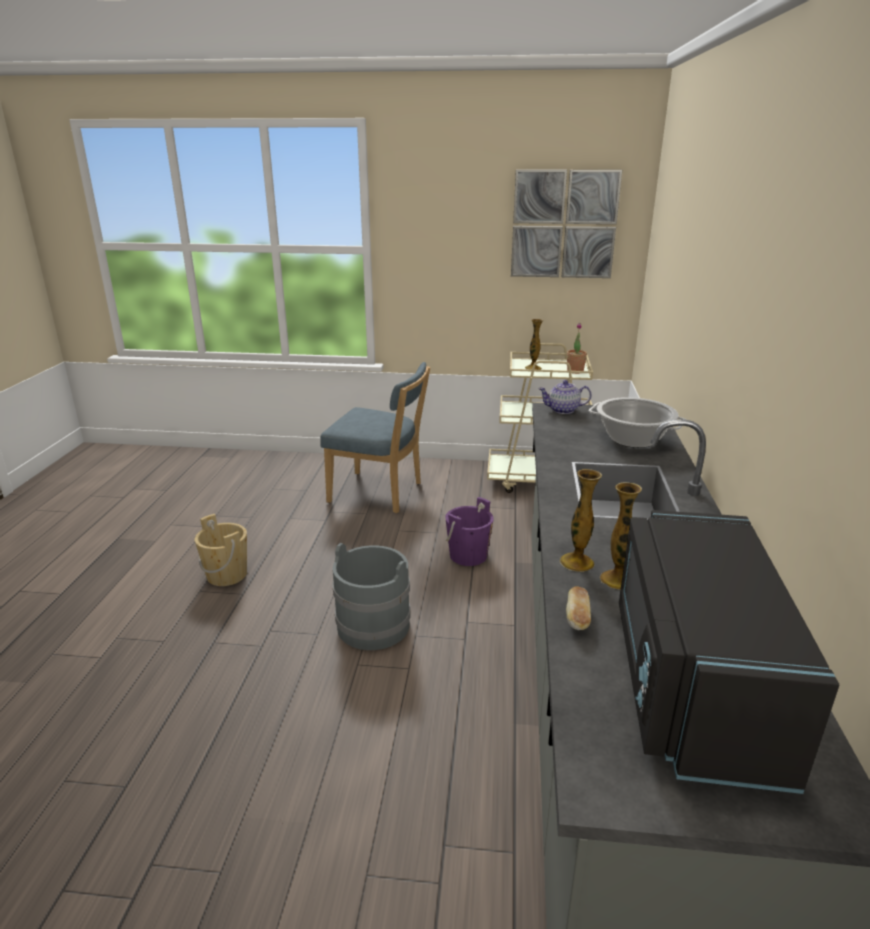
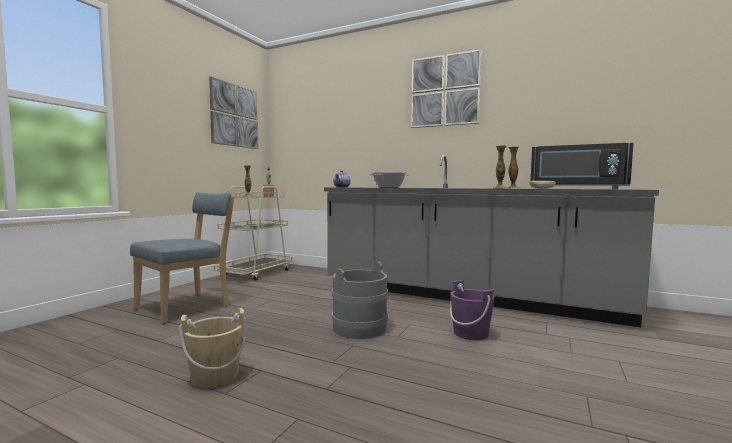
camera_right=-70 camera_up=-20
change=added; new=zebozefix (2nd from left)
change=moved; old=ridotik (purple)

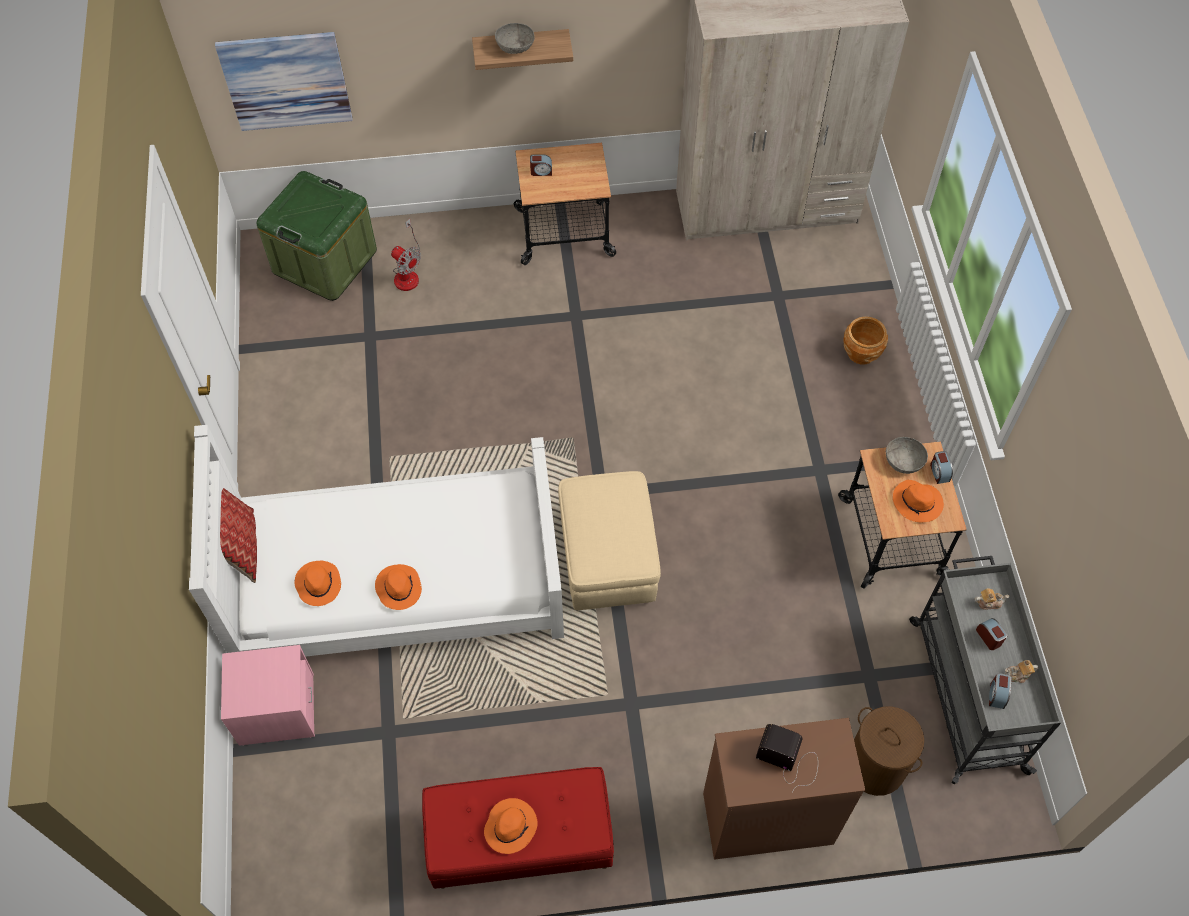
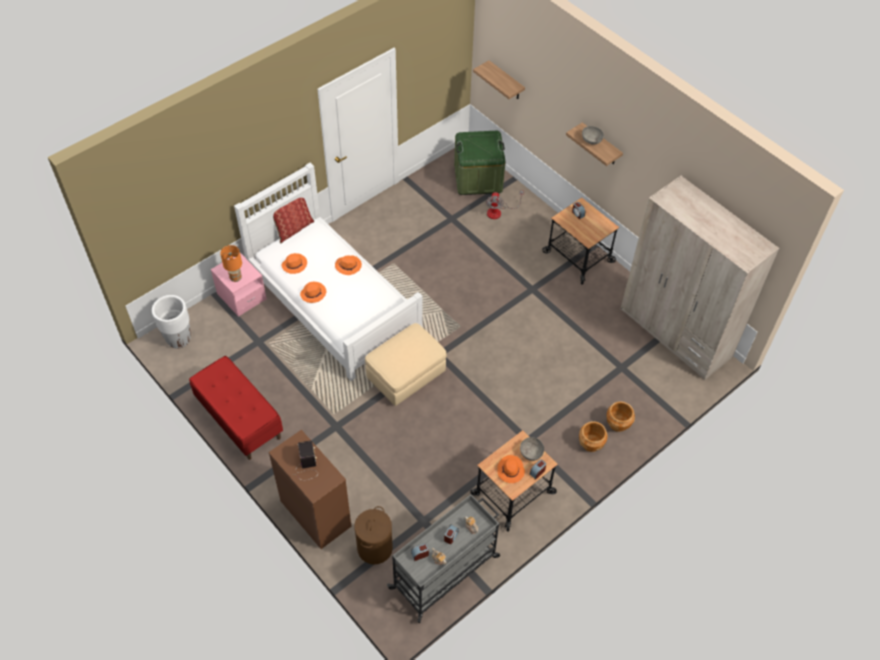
camera_right=55 camera_up=-5
change=added; new=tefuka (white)
change=added; new=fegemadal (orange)
change=moved; old=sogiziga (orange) (3rd from left)
change=replaced; old=zebozefix; new=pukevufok (1st from left)
change=added; new=tefuka (brown) (1st from left)

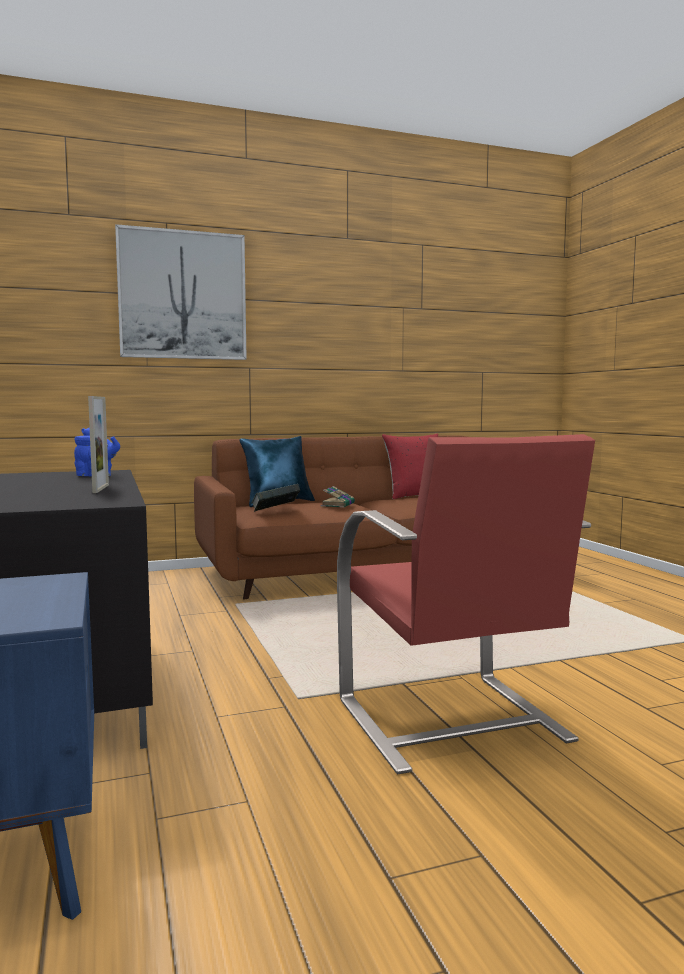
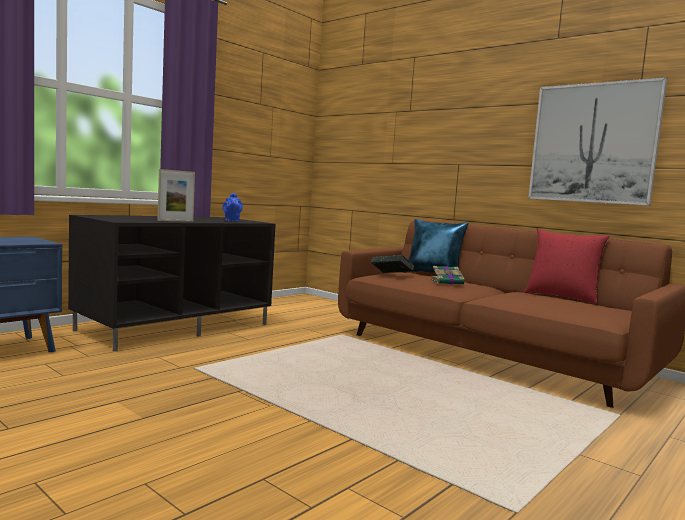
camera_right=60 camera_up=0
change=moved; old=zebozefix
change=removed; old=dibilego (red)

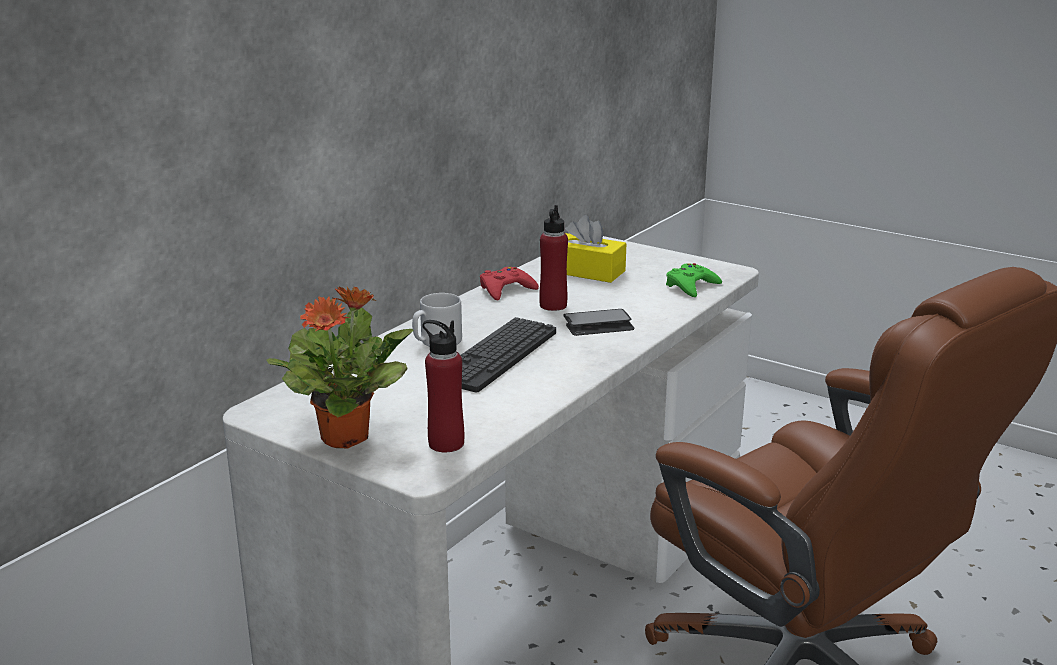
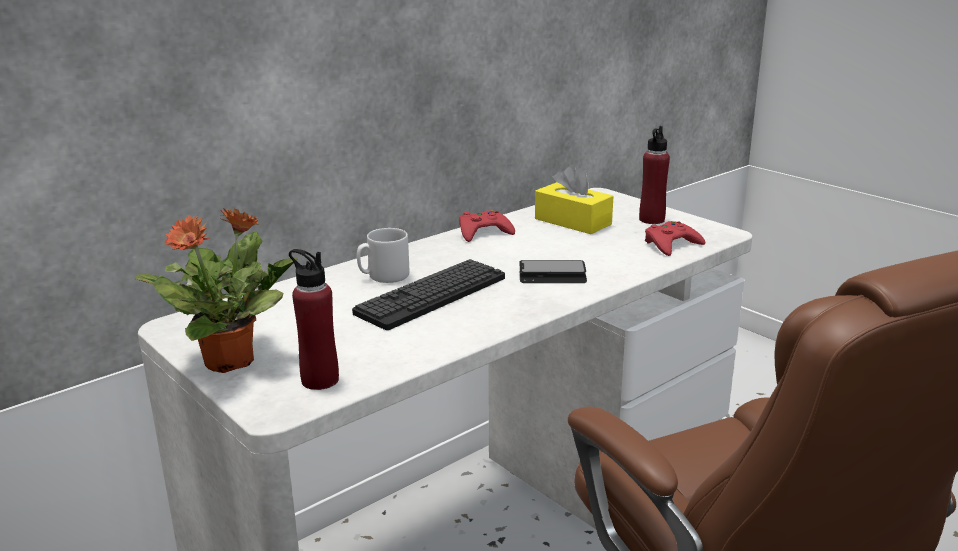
camera_right=15 camera_up=0
change=moved; old=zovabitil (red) (2nd from left)
change=recoloured; old=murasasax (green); new=murasasax (red) (2nd from left)

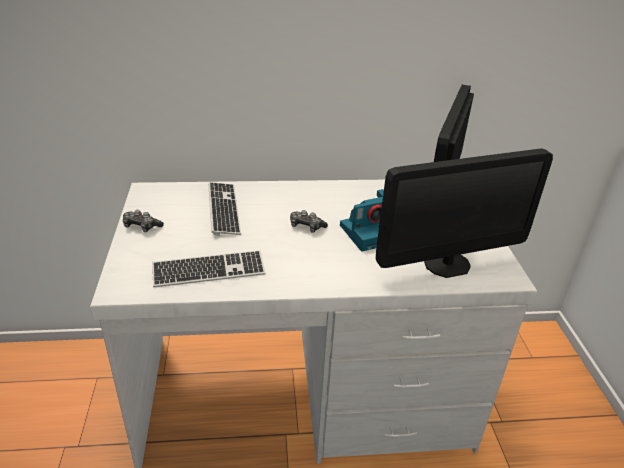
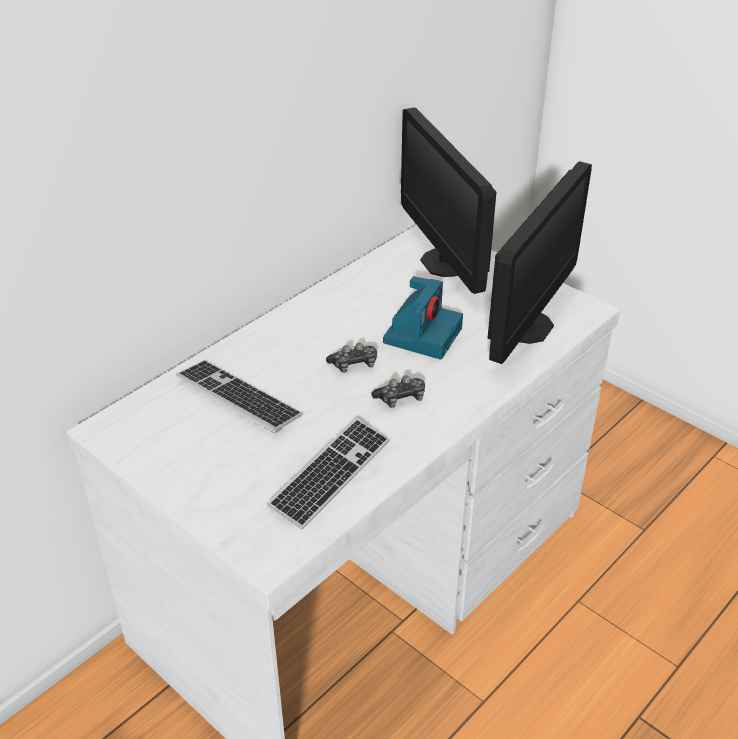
camera_right=-40 camera_up=5
change=moved; old=murasasax (1st from left in the first image); new=murasasax (2nd from left)

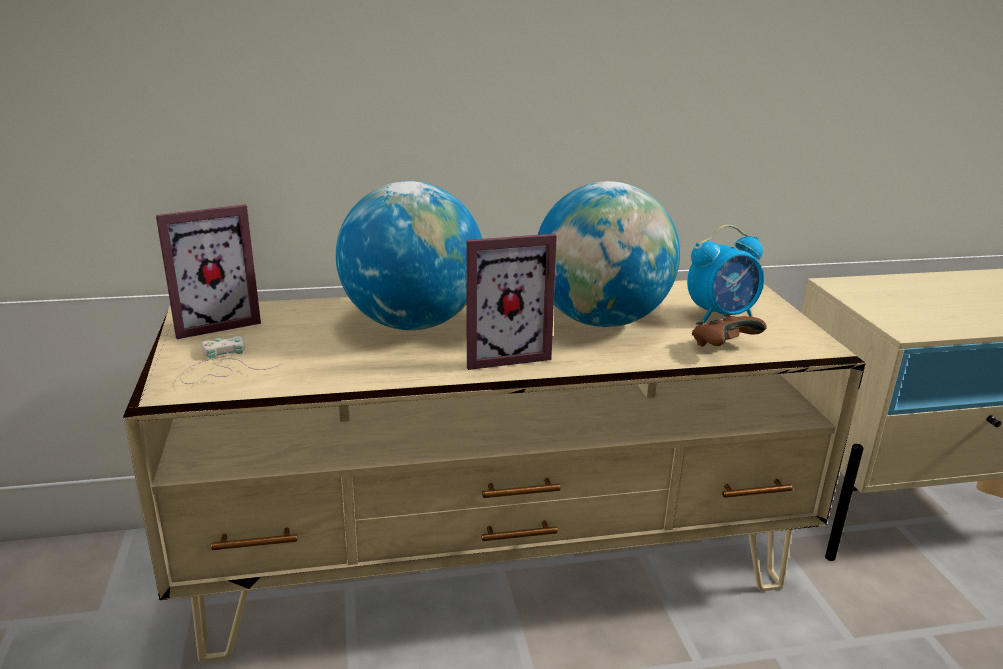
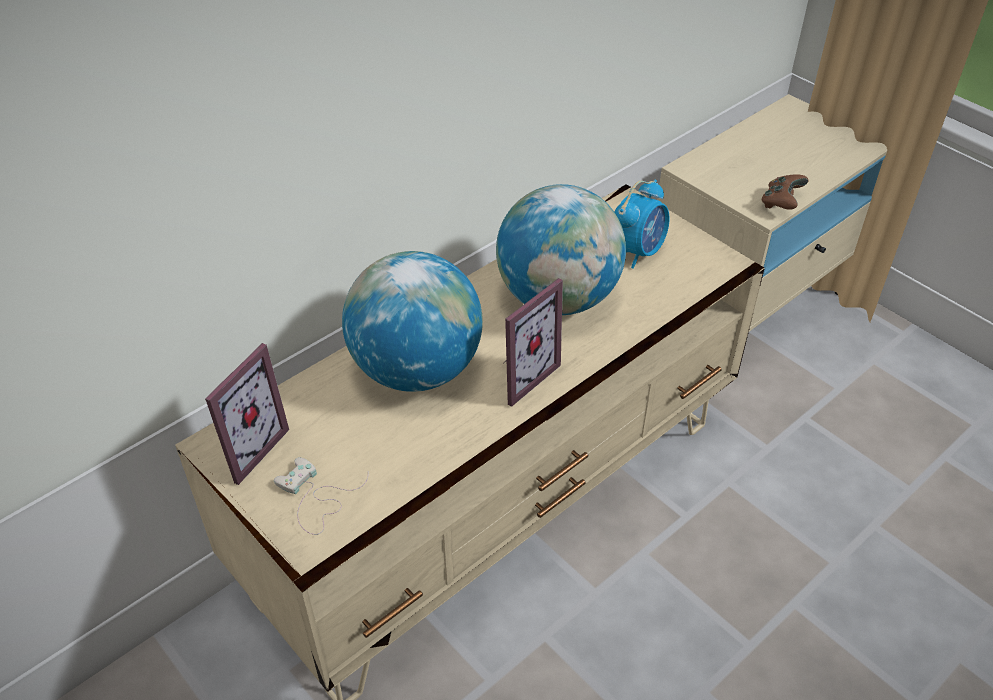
camera_right=-30 camera_up=20
change=moved; old=murasasax (brown)

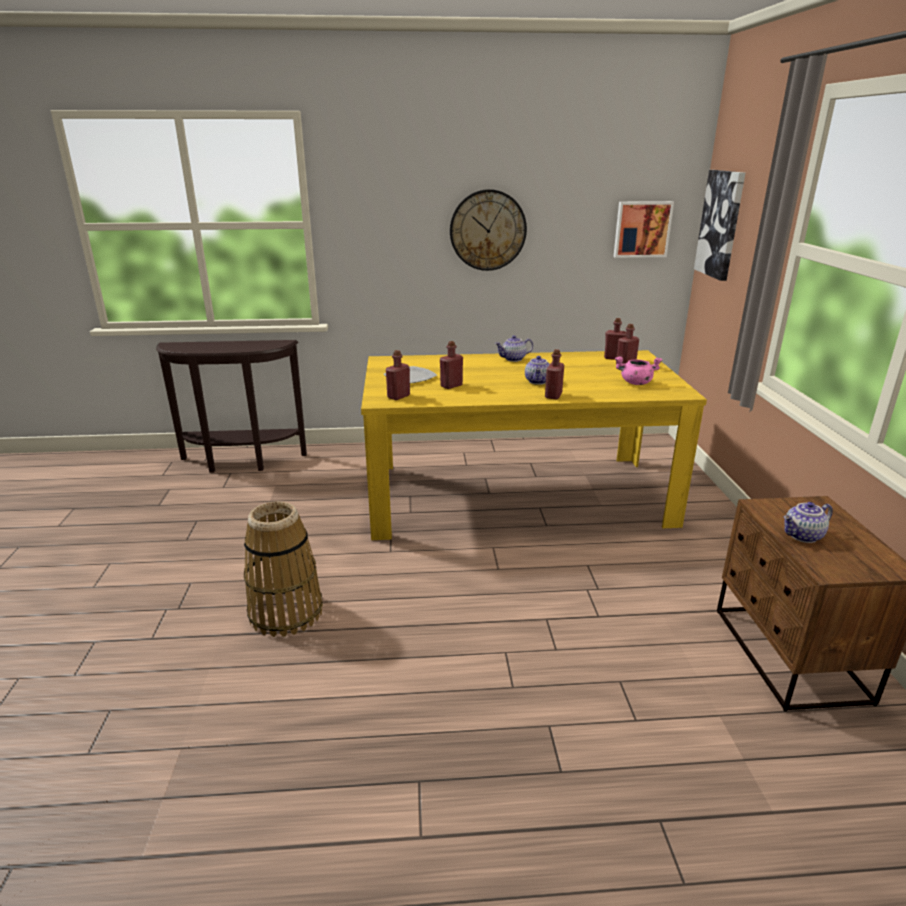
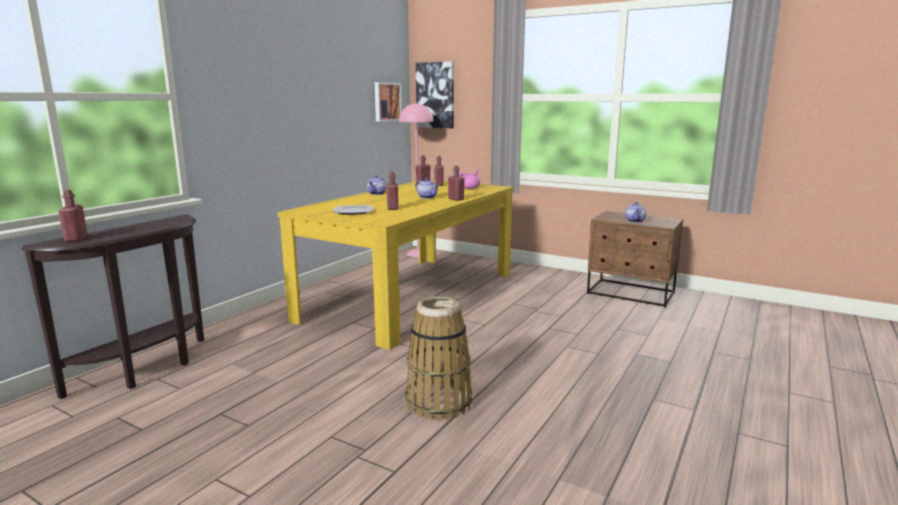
camera_right=-55 camera_up=-10
change=moved; old=zovabitil (red) (1st from left)
change=added; new=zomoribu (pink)
change=removed; old=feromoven

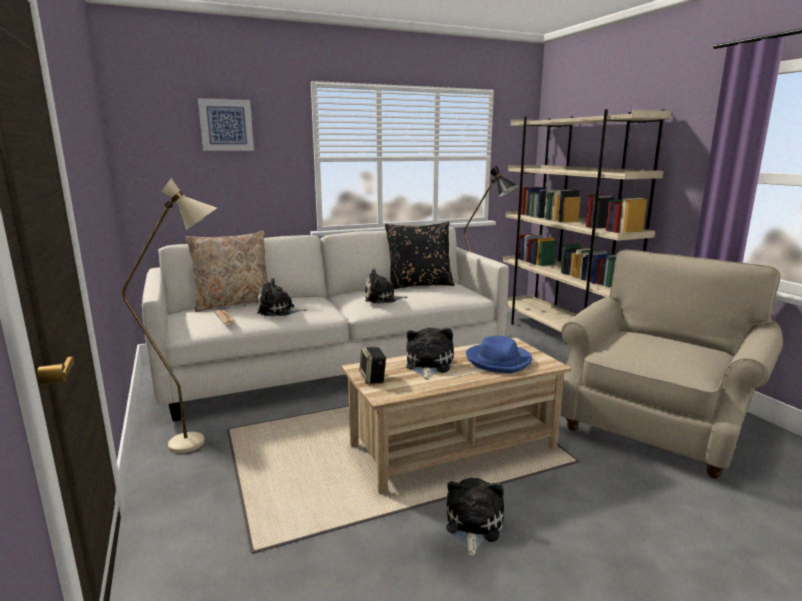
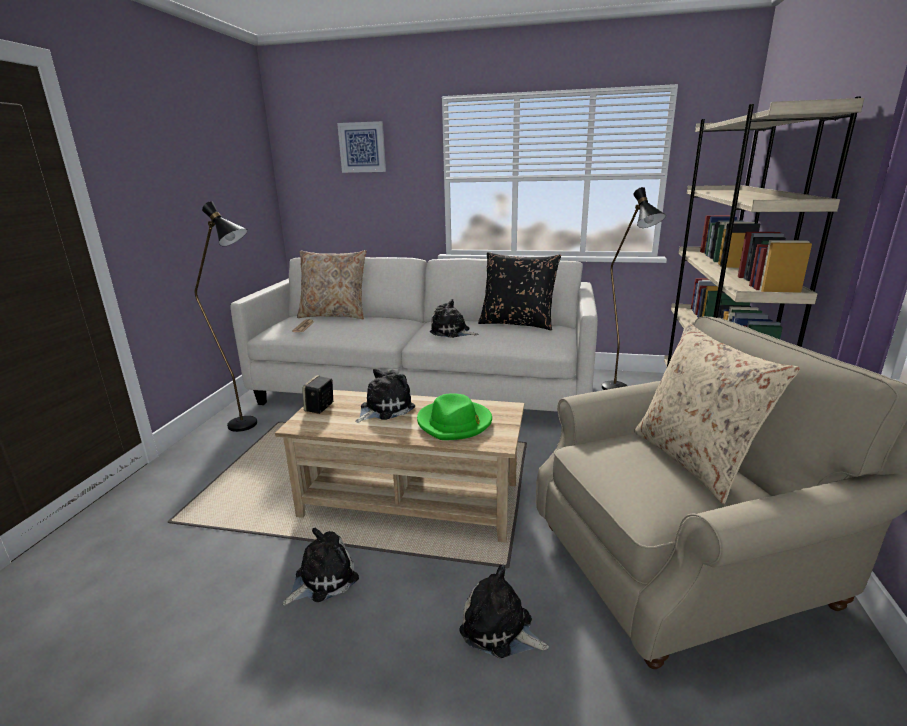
camera_right=35 camera_up=5
change=recoloured; old=zomoribu (beige); new=zomoribu (black) (1st from left)
change=recoloured; old=sogiziga (blue); new=sogiziga (green)
change=moved; old=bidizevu (1st from left in the first image); new=bidizevu (4th from left)
change=added; new=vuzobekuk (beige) (2nd from left)

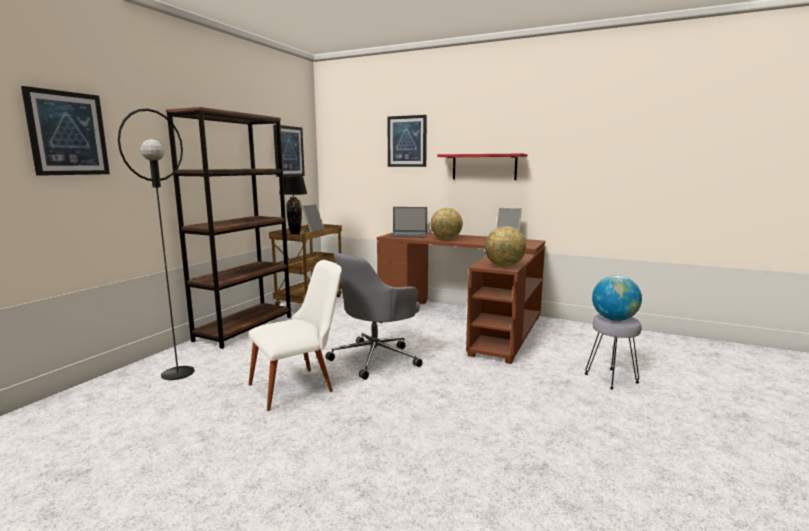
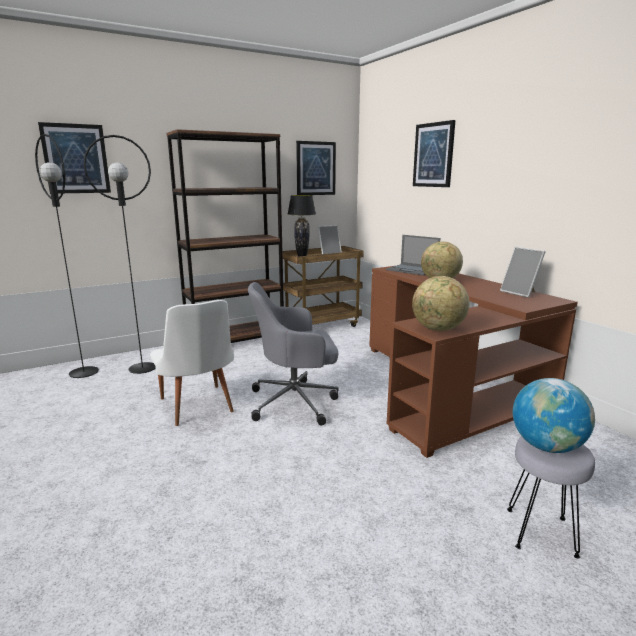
camera_right=35 camera_up=5
change=added; new=zomoribu (black) (1st from left)
change=turned; old=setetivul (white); degrees=60
change=removed; old=pukevufok (red)

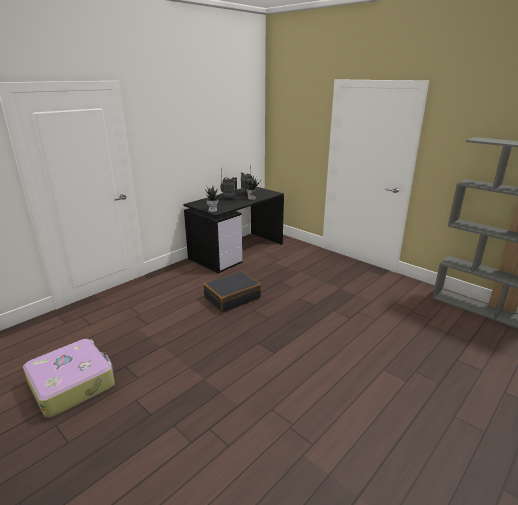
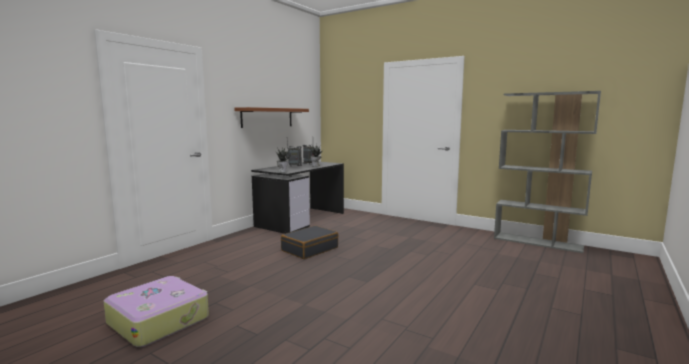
camera_right=-10 camera_up=-15
change=added; new=pukevufok (brown)

